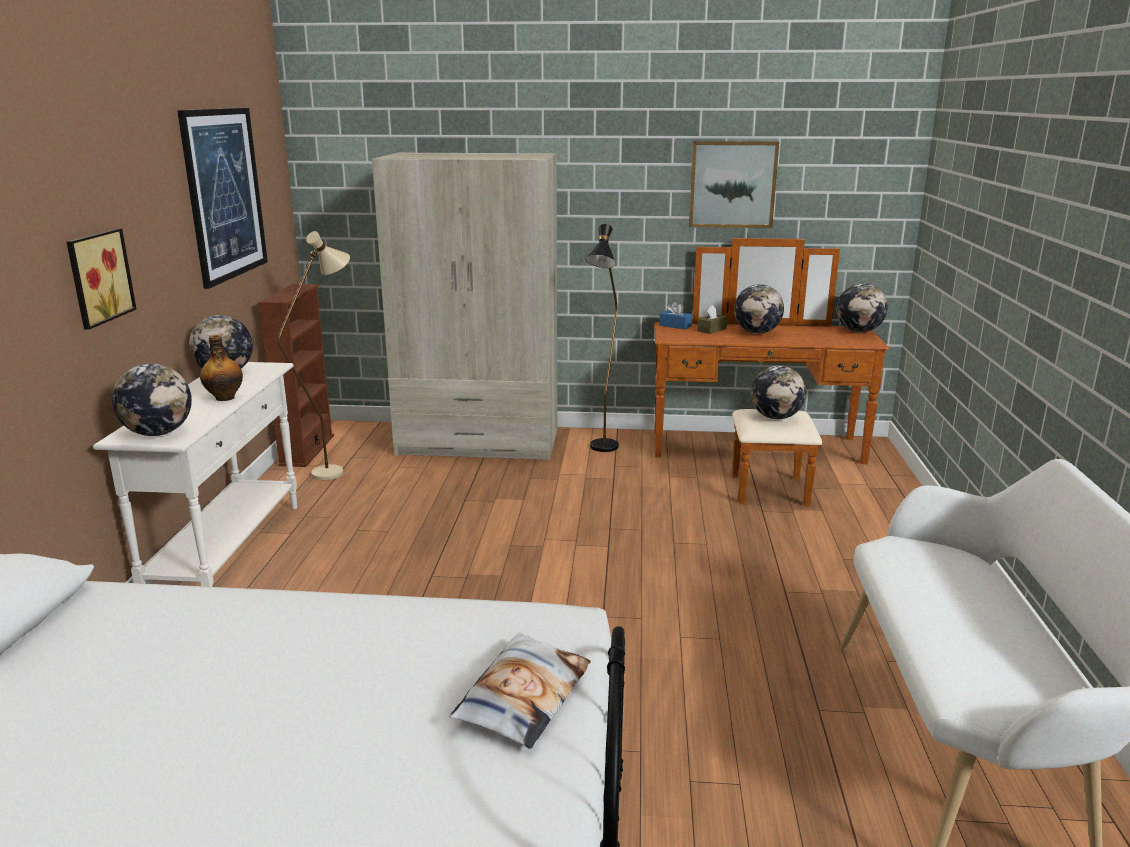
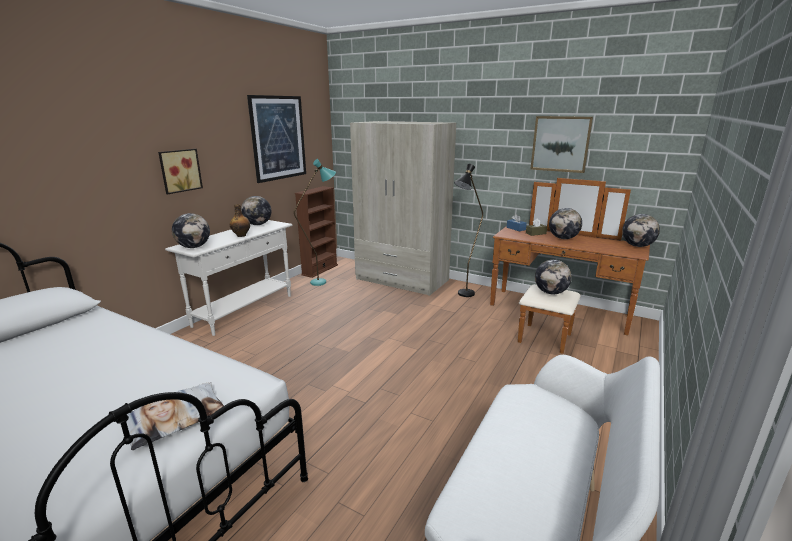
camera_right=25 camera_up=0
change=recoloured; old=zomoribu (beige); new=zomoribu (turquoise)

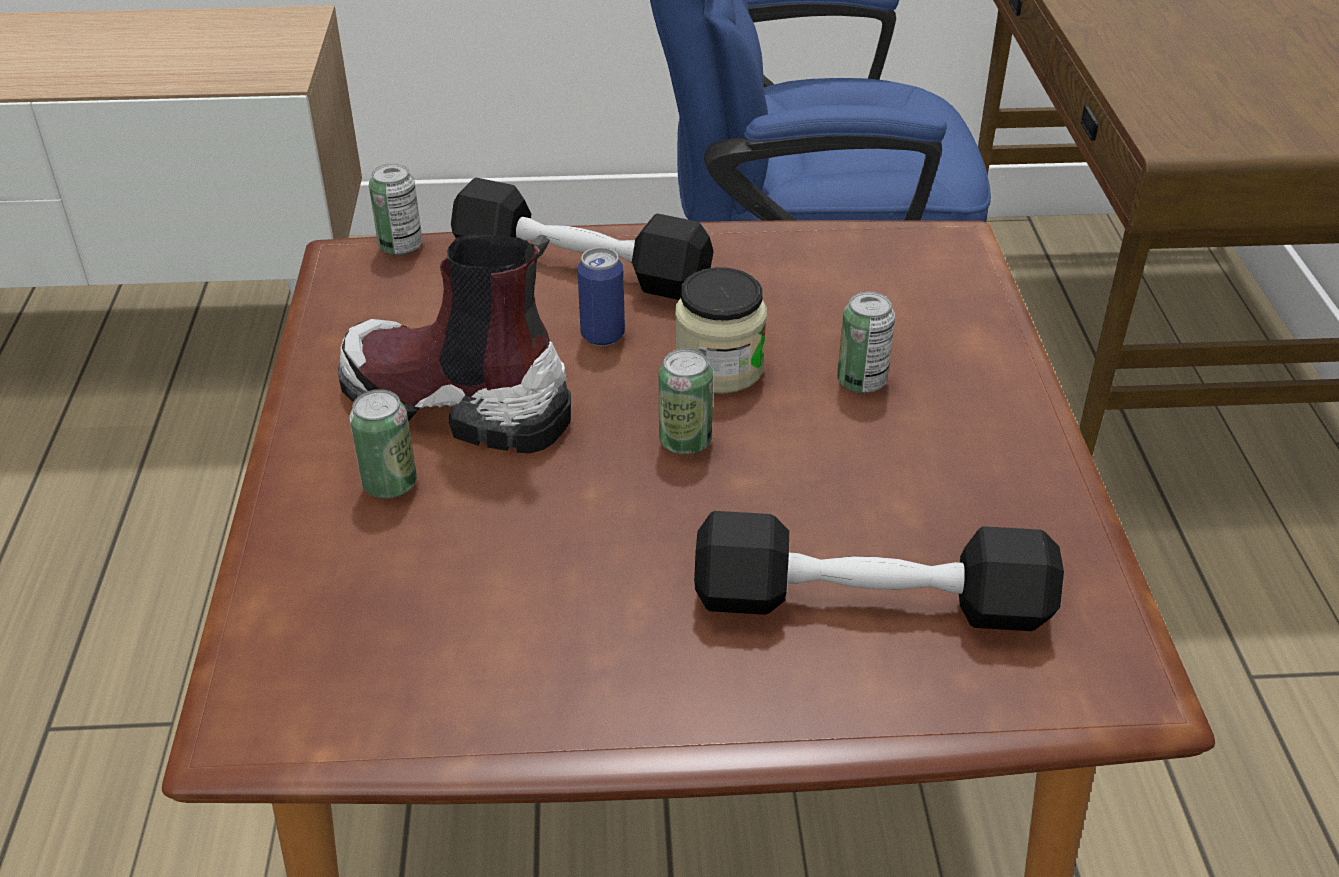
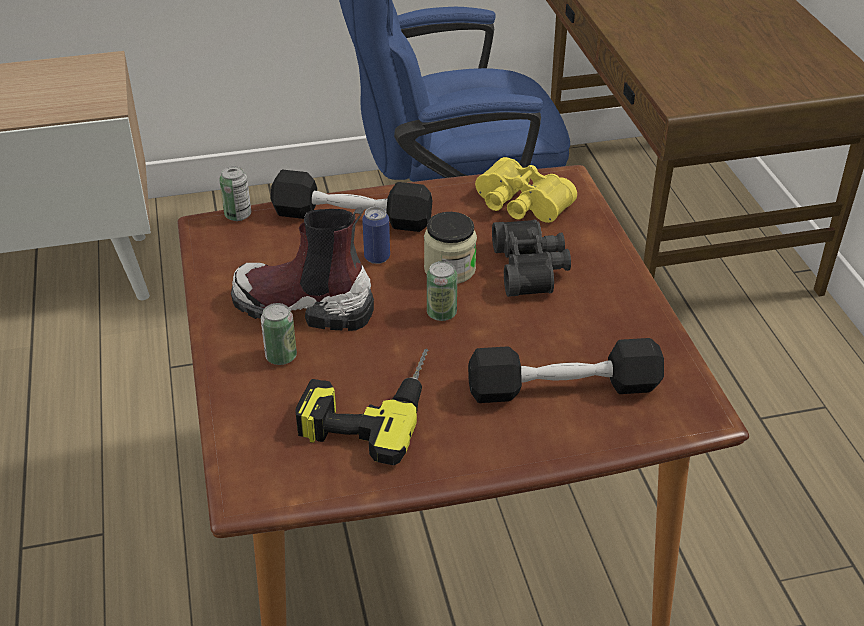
camera_right=-10 camera_up=0
change=added; new=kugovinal
change=added; new=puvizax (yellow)
change=replaced; old=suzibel (5th from left); new=puvizax (black)

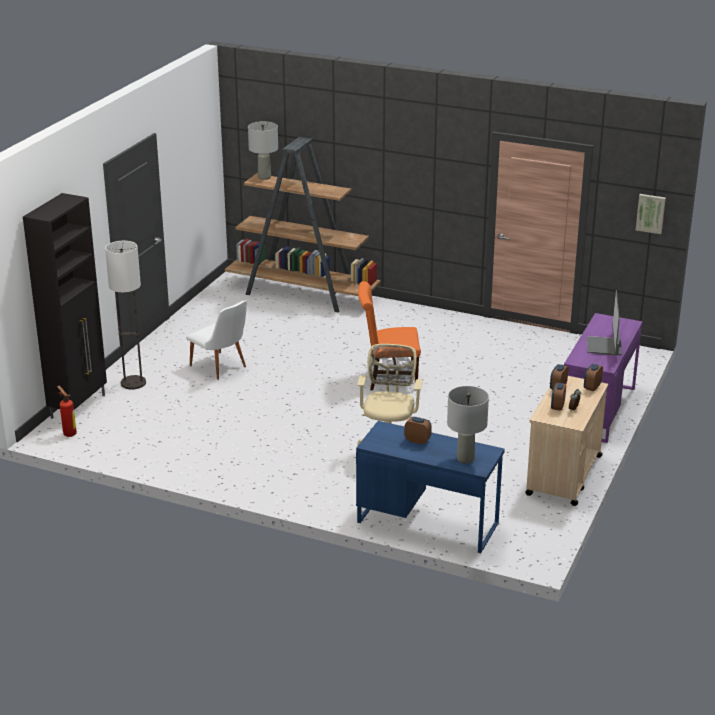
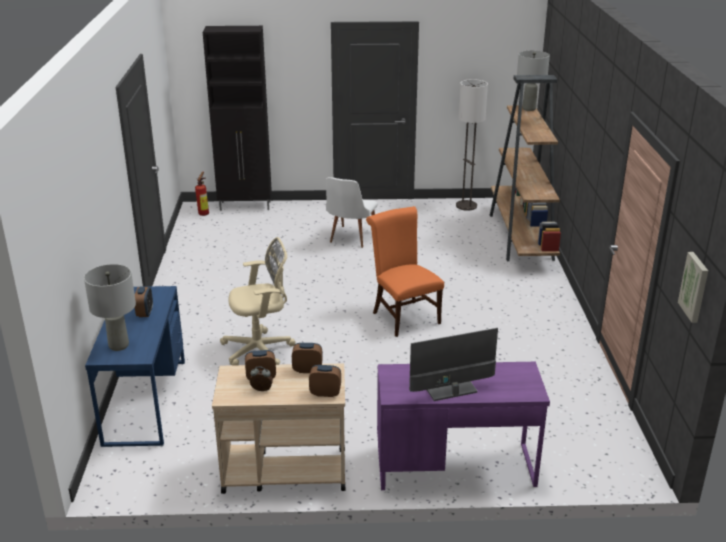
camera_right=65 camera_up=0
change=moved; old=zomoribu

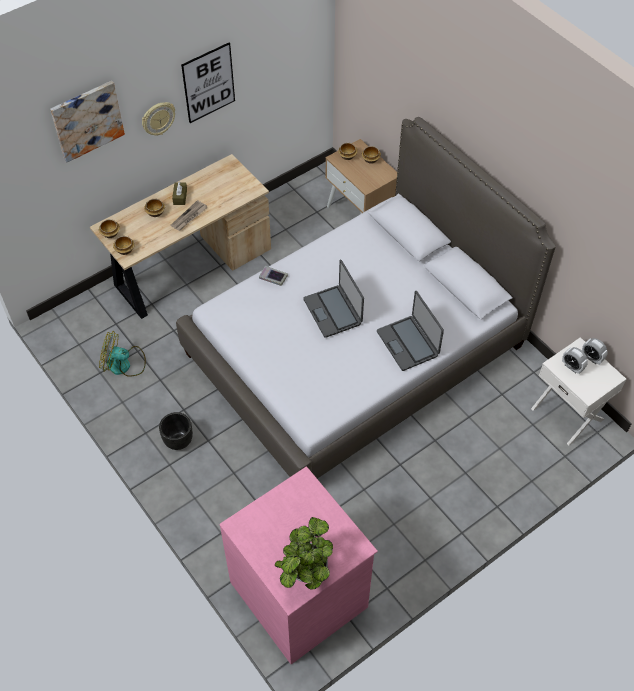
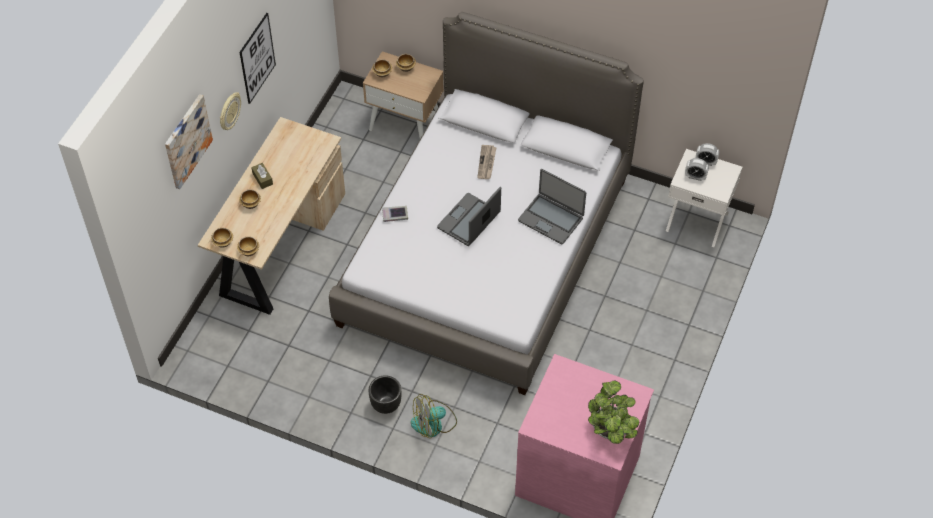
camera_right=-30 camera_up=0
change=moved; old=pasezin
change=turned; old=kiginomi (1st from left); degrees=90
change=moved; old=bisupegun

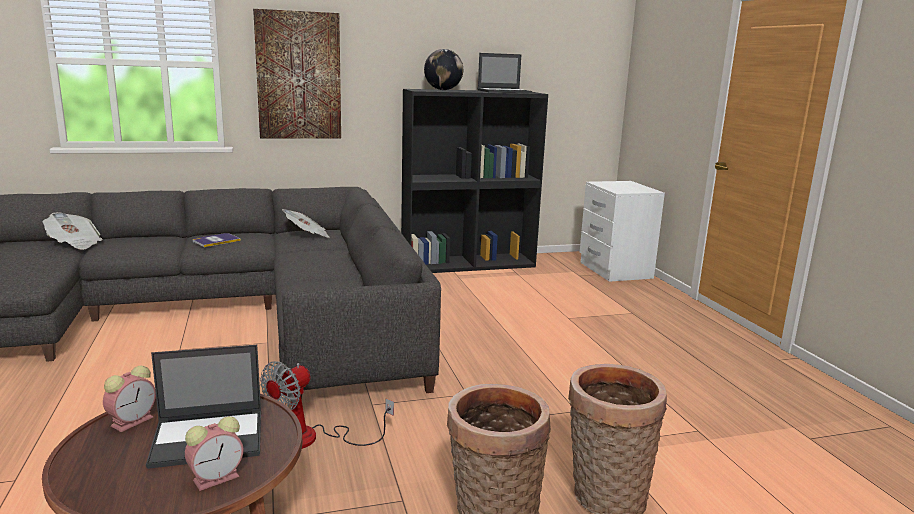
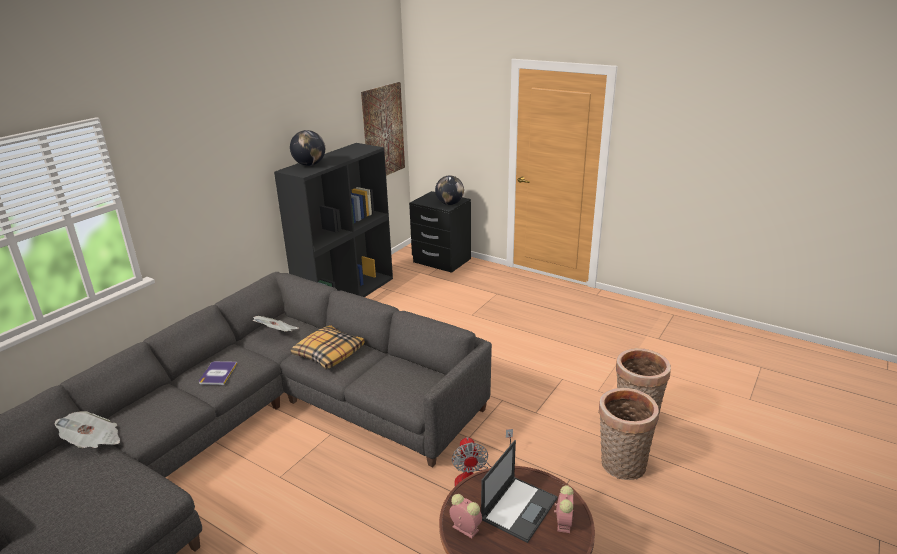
camera_right=-40 camera_up=10
change=added; new=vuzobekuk
change=moved; old=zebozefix
change=recoloured; old=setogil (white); new=setogil (black)
change=added; new=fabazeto (2nd from left)
change=turned; old=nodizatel (1st from left); degrees=-45
change=removed; old=kiginomi (2nd from left)

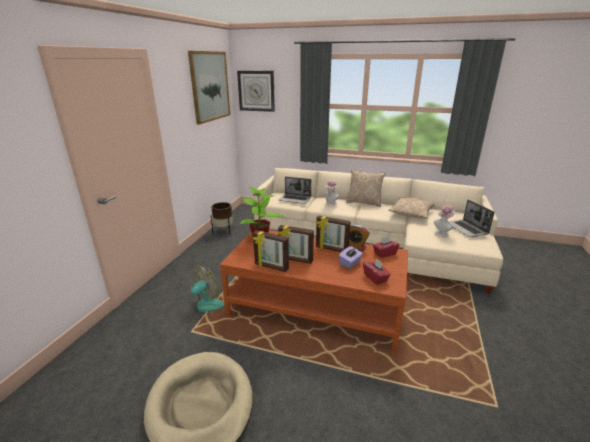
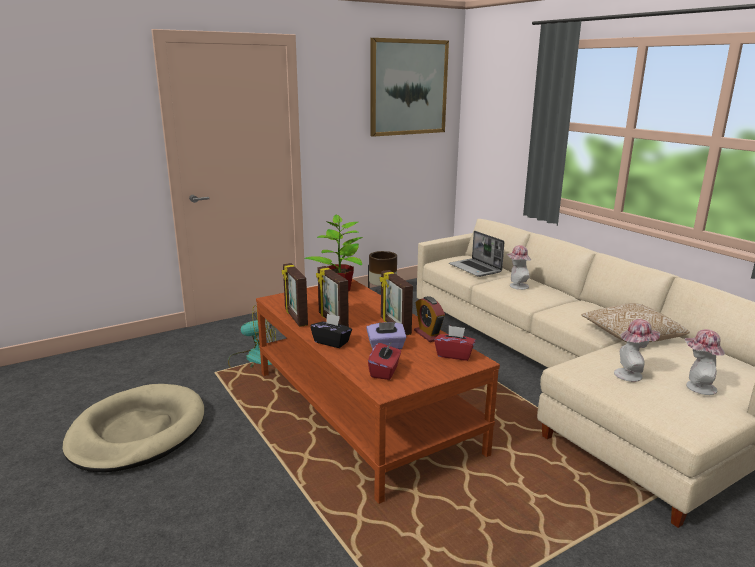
camera_right=40 camera_up=-5
change=added; new=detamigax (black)
change=replaced; old=kiginomi (2nd from left); new=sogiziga (3rd from left)
change=removed; old=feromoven
change=removed; old=vuzobekuk (1st from left)

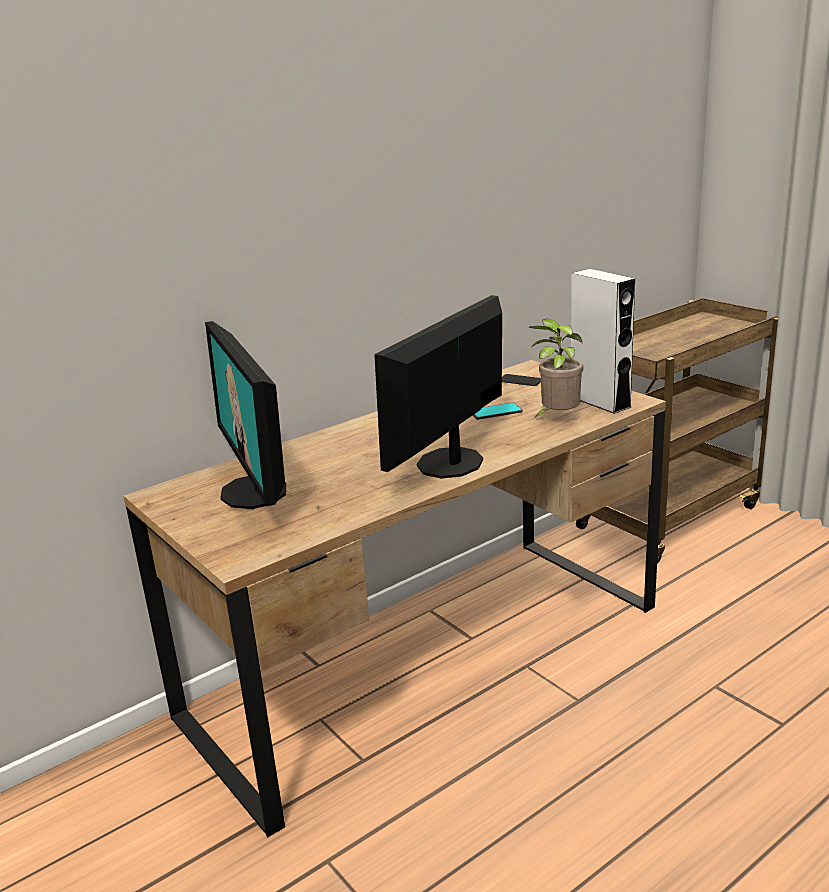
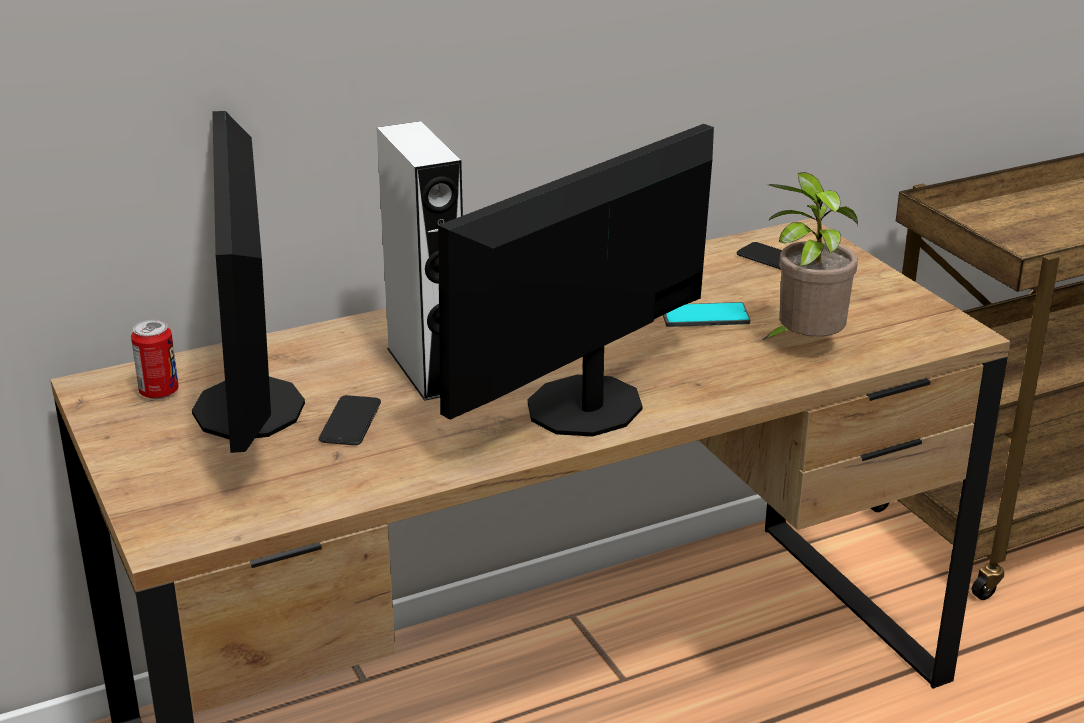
camera_right=10 camera_up=5
change=added; new=suzibel
change=added; new=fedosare (1st from left)
change=moved; old=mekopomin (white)

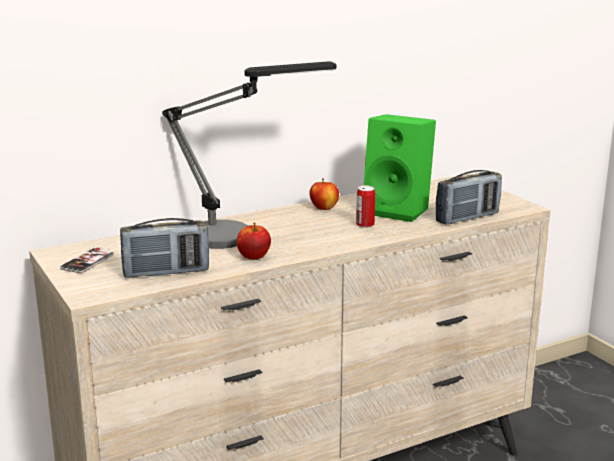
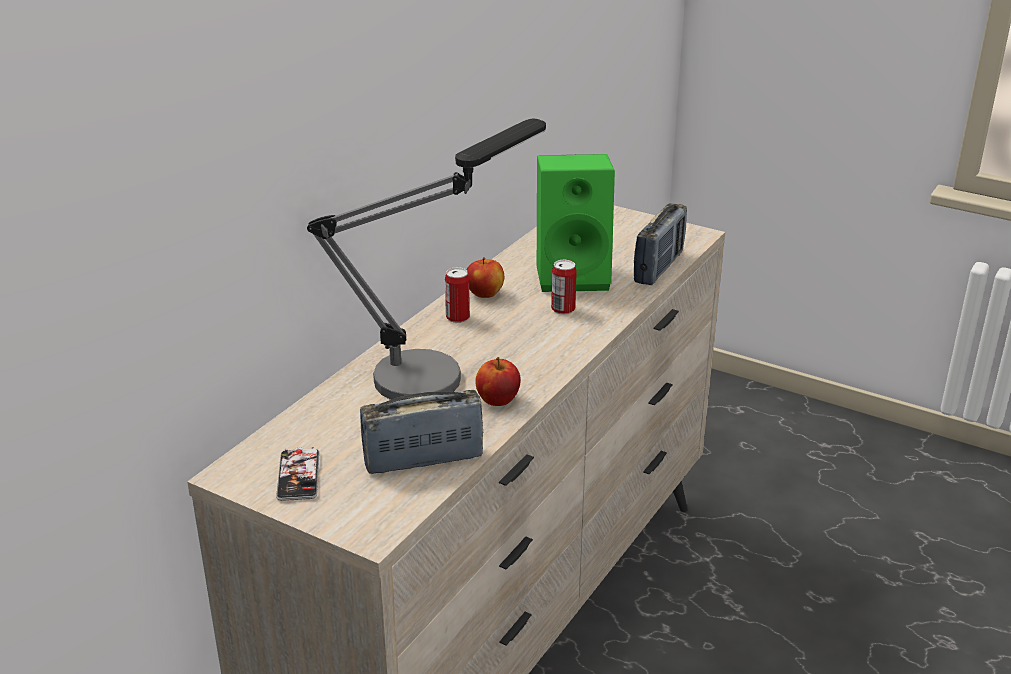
camera_right=-30 camera_up=10
change=turned; old=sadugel (1st from left); degrees=-150
change=added; new=suzibel (1st from left)

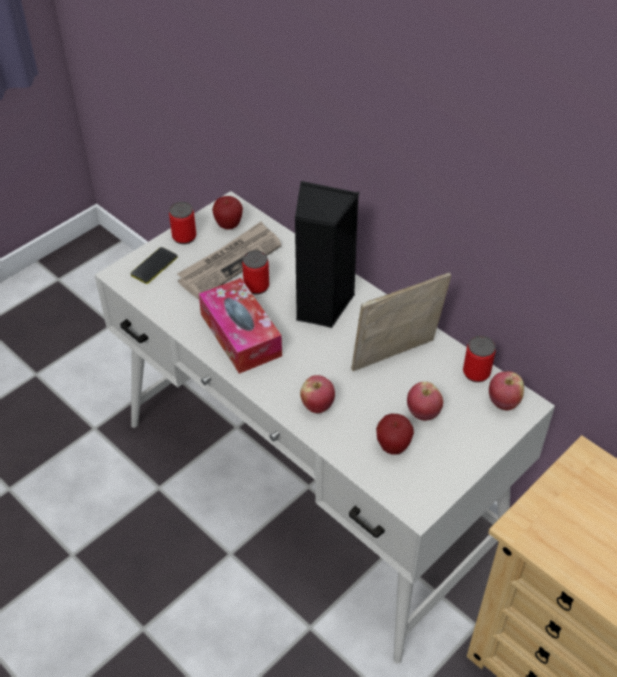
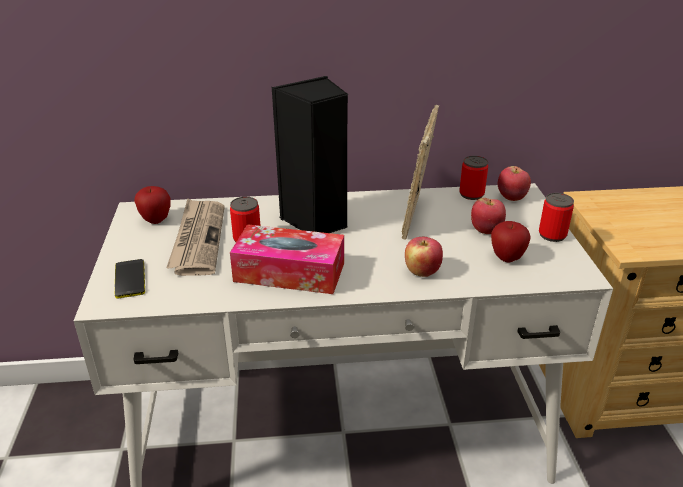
camera_right=-50 camera_up=-15
change=moved; old=suzibel (1st from left in the first image); new=suzibel (3rd from left)

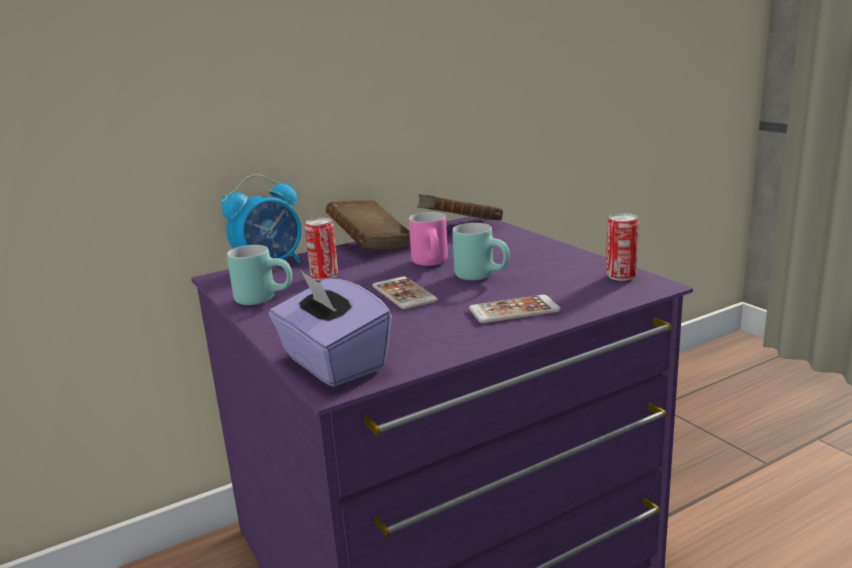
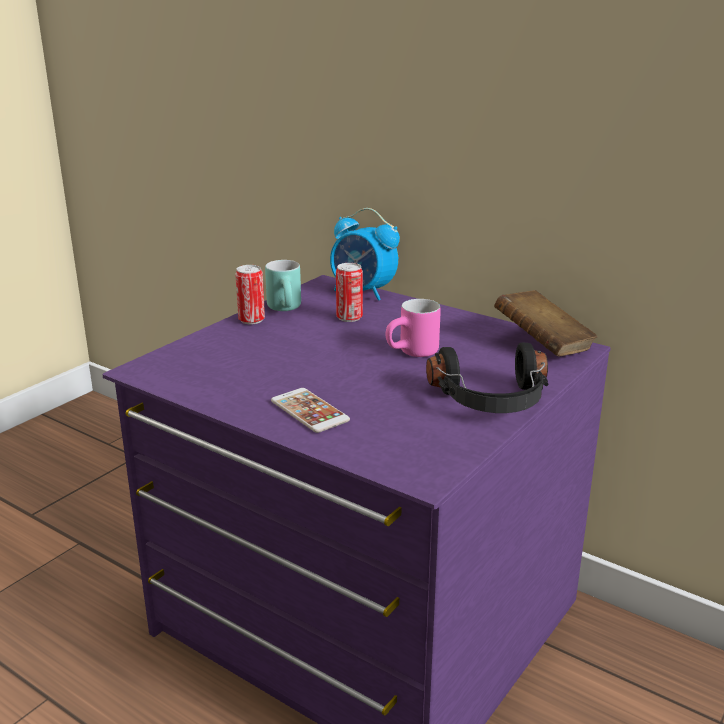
camera_right=65 camera_up=5
change=moved; old=suzibel (2nd from left in the first image); new=suzibel (1st from left)
change=added; new=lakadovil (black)
change=removed; old=detamigax (purple)
change=removed; old=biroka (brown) (1st from left)
change=removed; old=fedosare (1st from left)
change=removed; old=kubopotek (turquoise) (2nd from left)

